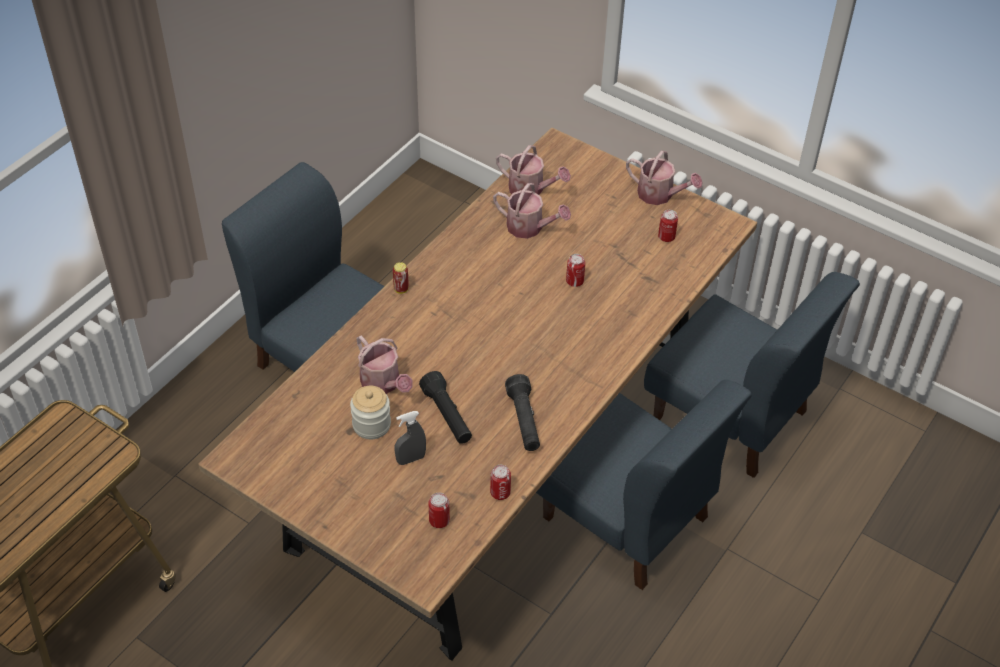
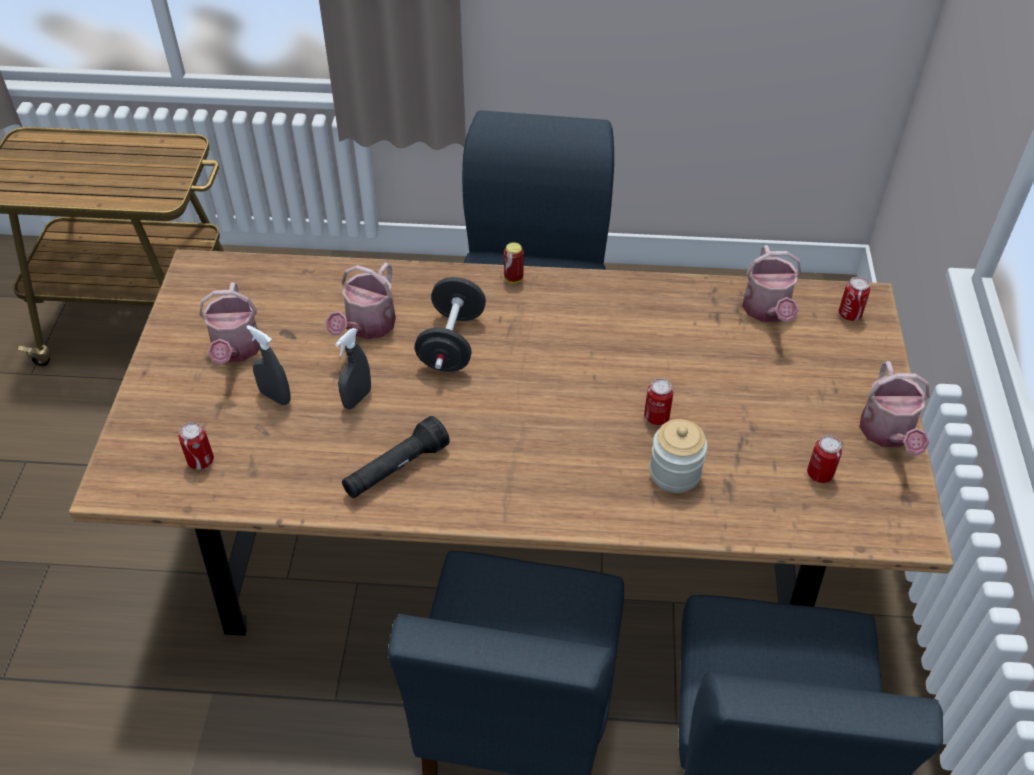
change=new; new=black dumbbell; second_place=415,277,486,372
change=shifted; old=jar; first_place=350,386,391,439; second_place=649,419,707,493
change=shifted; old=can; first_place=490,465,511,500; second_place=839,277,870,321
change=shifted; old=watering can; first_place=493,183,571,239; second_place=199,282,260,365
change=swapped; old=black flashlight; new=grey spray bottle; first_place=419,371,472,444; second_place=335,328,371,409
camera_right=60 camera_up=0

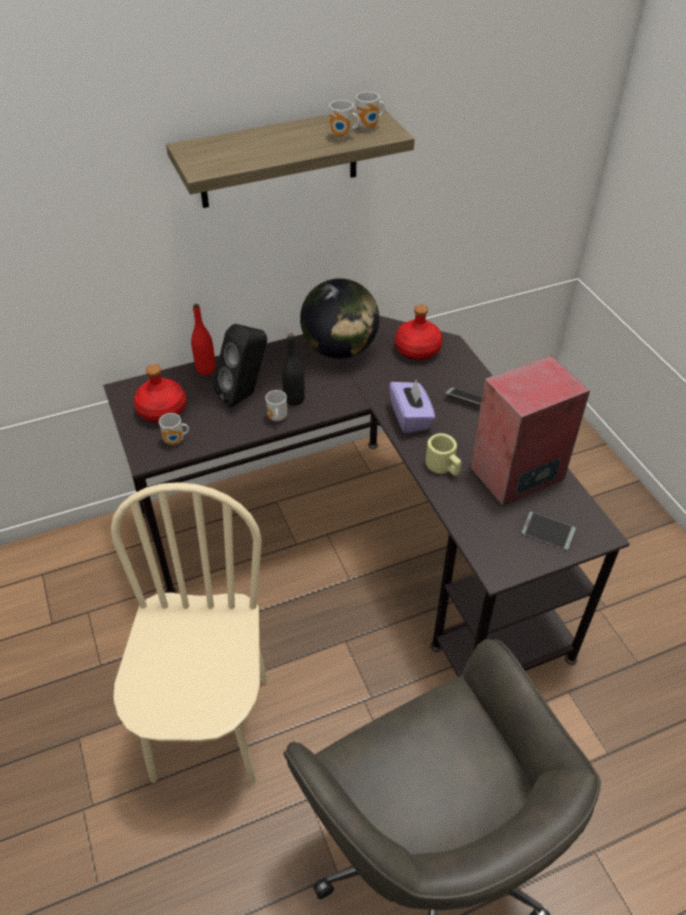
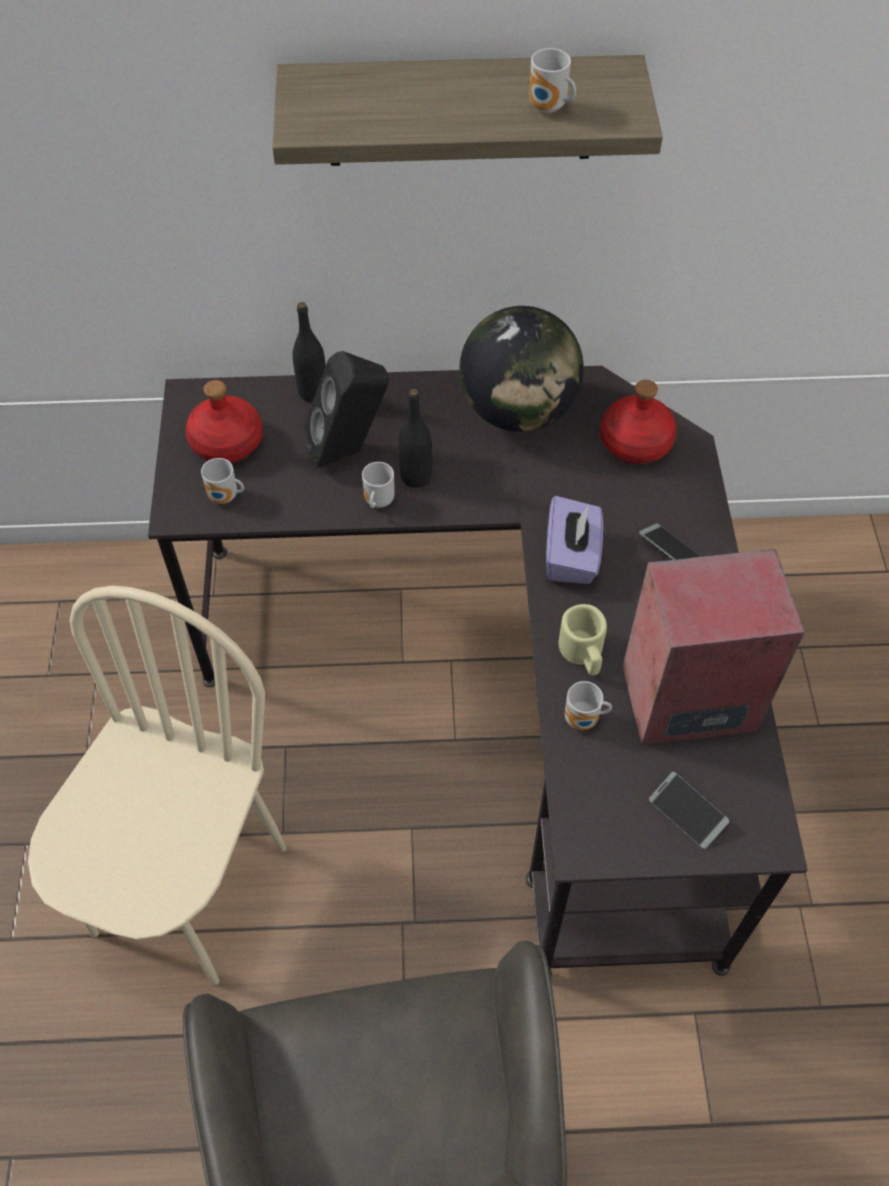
change=shifted; old=mug; first_place=356,92,385,130; second_place=565,681,612,730
change=repainted; old=red bottle; new=black bottle; first_place=191,304,216,375; second_place=293,302,326,402
camera_right=20 camera_up=10

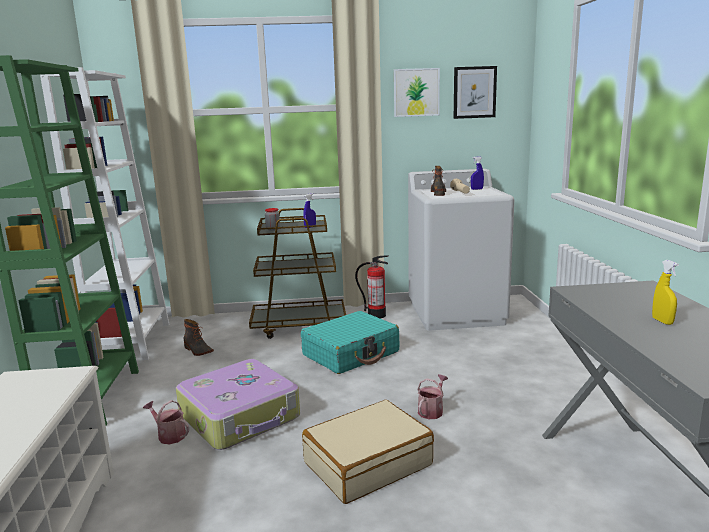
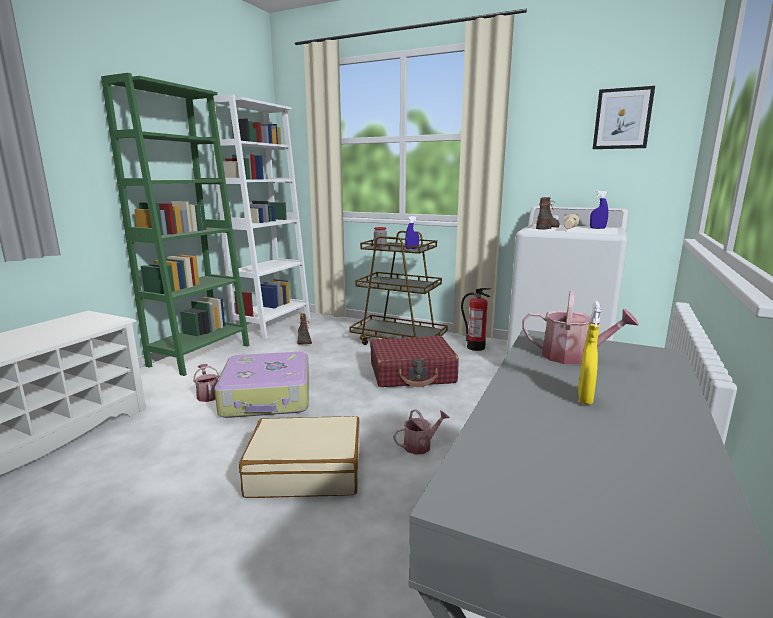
change=gone; old=picture; first_place=394,68,440,117
change=new; new=watering can; second_place=522,291,639,365
change=repainted; old=turquoise suitcase; new=red suitcase; first_place=301,311,399,374; second_place=370,336,459,387
camera_right=30 camera_up=0

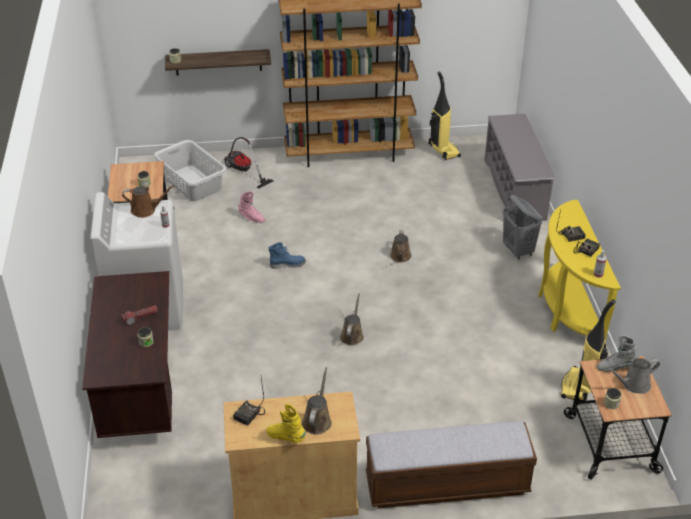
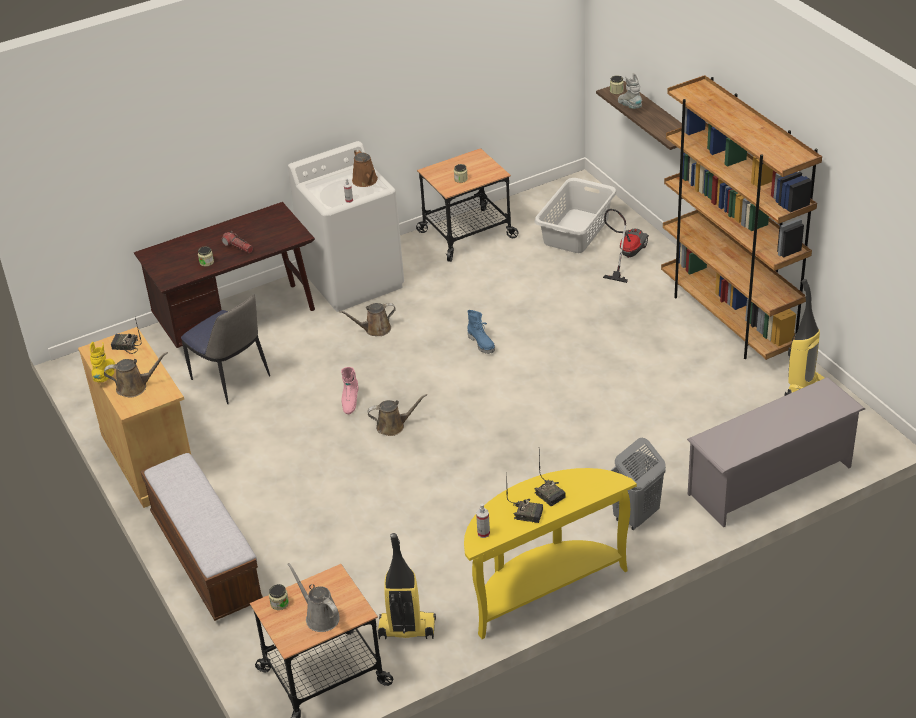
change=new; new=chair; second_place=181,295,270,404
change=shifted; old=pink boot; first_place=238,191,265,223; second_place=341,367,359,414
change=shifted; old=brown watering can; first_place=390,230,412,262; second_place=339,303,396,336
change=shifted; old=grey boot; first_place=597,335,638,372; second_place=618,73,642,109
camera_right=70 camera_up=0

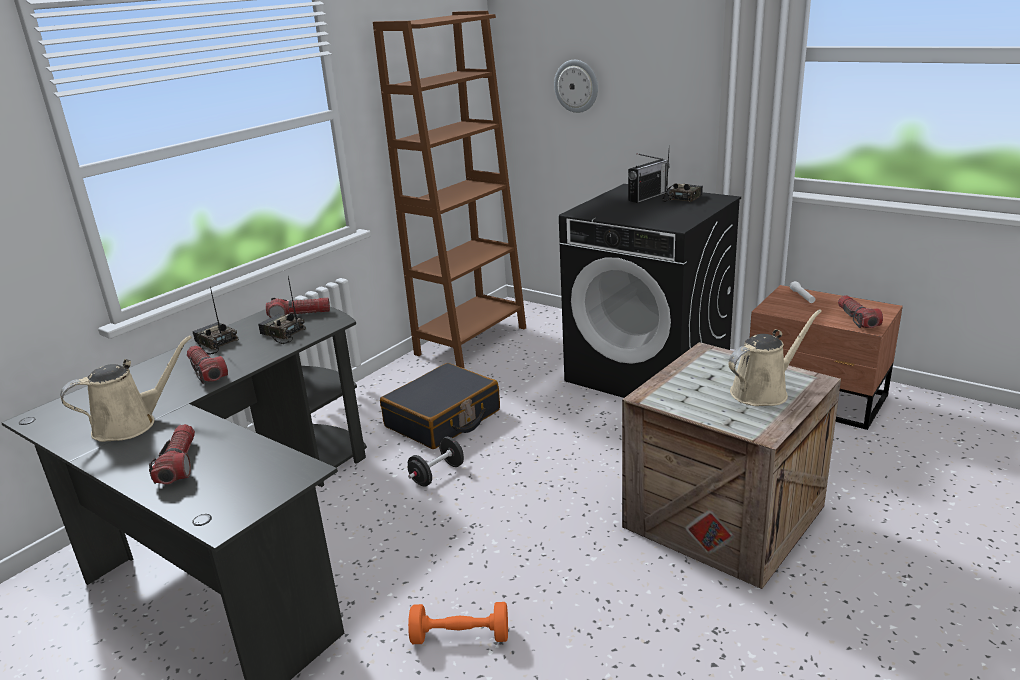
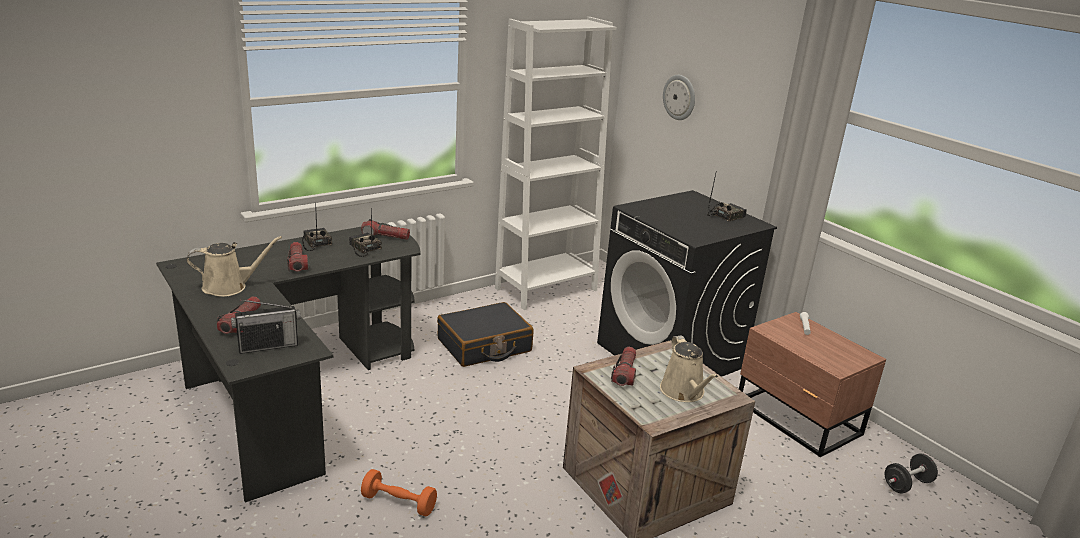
change=shifted; old=black dumbbell; first_place=408,437,464,487; second_place=885,454,938,493
change=shifted; old=radio; first_place=628,153,670,203; second_place=231,300,301,354
change=shifted; old=flashlight; first_place=838,295,883,328; second_place=611,347,636,386
change=repainted; old=brown bookcase; new=white bookcase; first_place=373,11,526,368; second_place=495,17,617,310
change=rotated; old=beige watering can; first_place=728,309,822,406; second_place=660,335,718,402; degrees=90
camera_right=15 camera_up=0

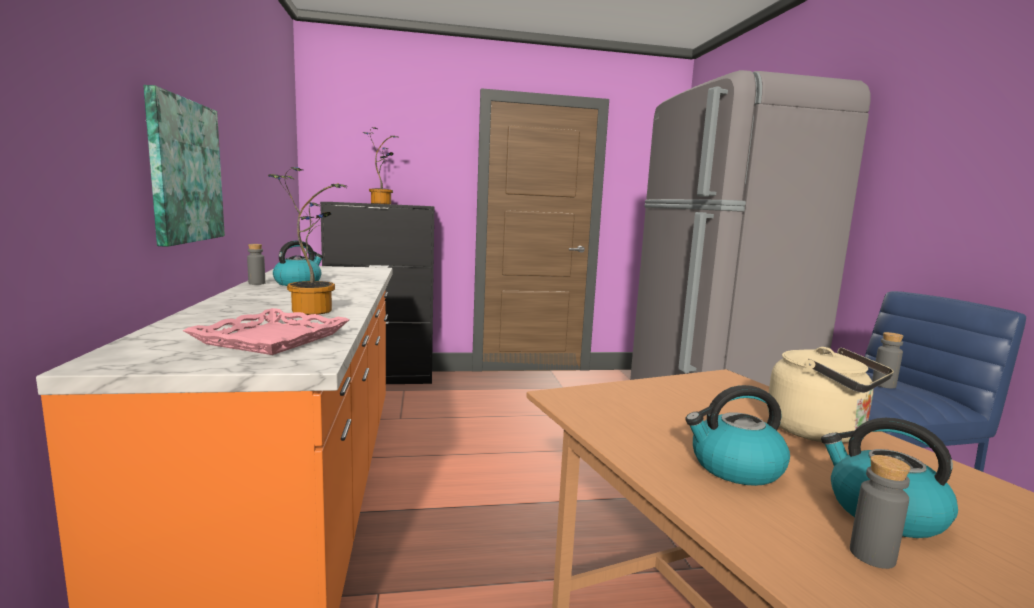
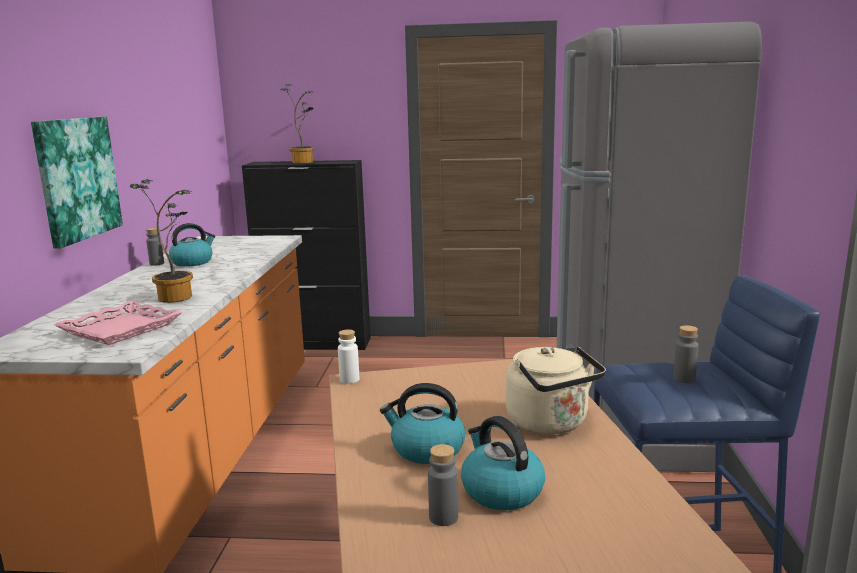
change=new; new=white bottle; second_place=338,330,359,384
camera_right=15 camera_up=5

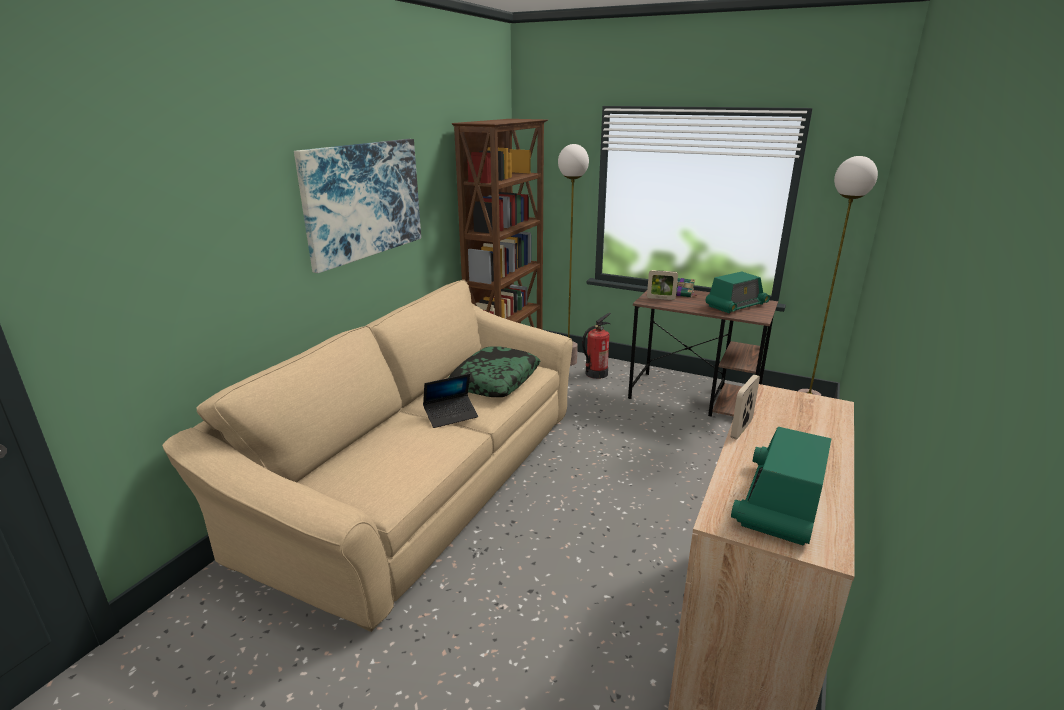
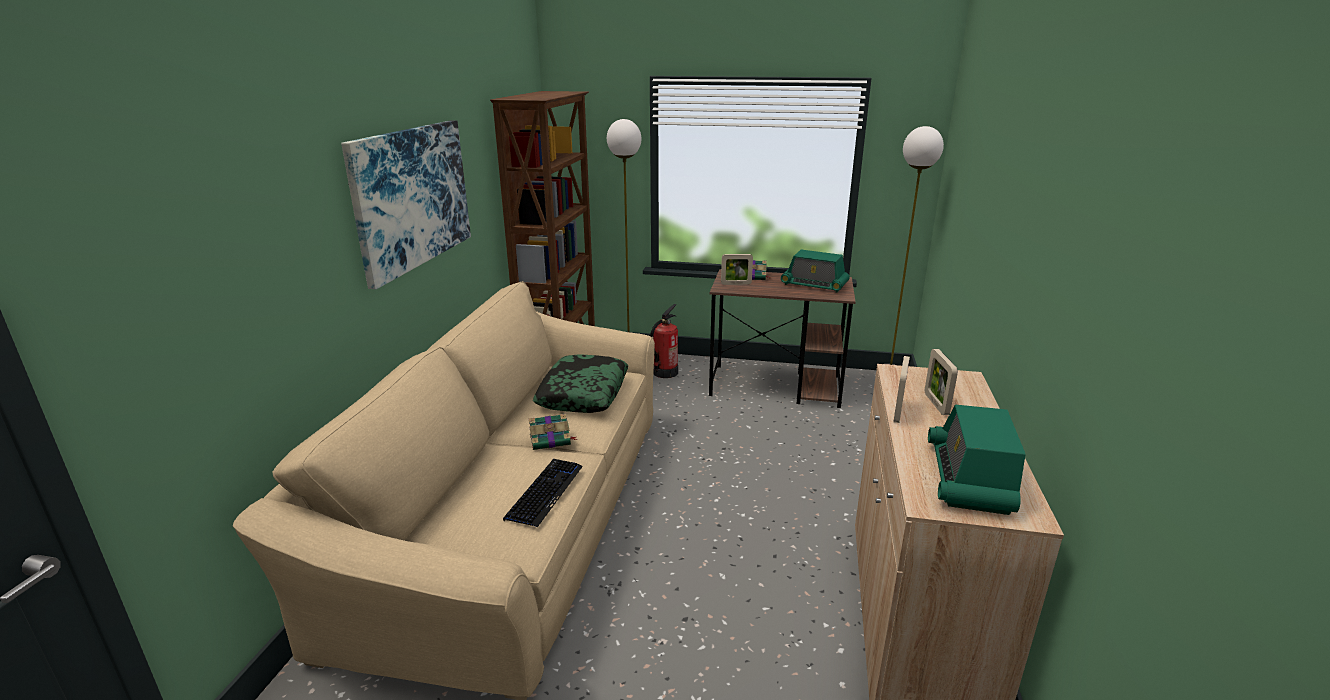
change=new; new=keyboard; second_place=503,459,583,527
change=new; new=picture frame; second_place=925,349,958,415
change=swapped; old=laptop; new=book; first_place=423,374,478,428; second_place=529,414,578,450
change=rotated; old=radio; first_place=705,271,770,314; second_place=781,250,850,293; degrees=75
camera_right=-15 camera_up=0

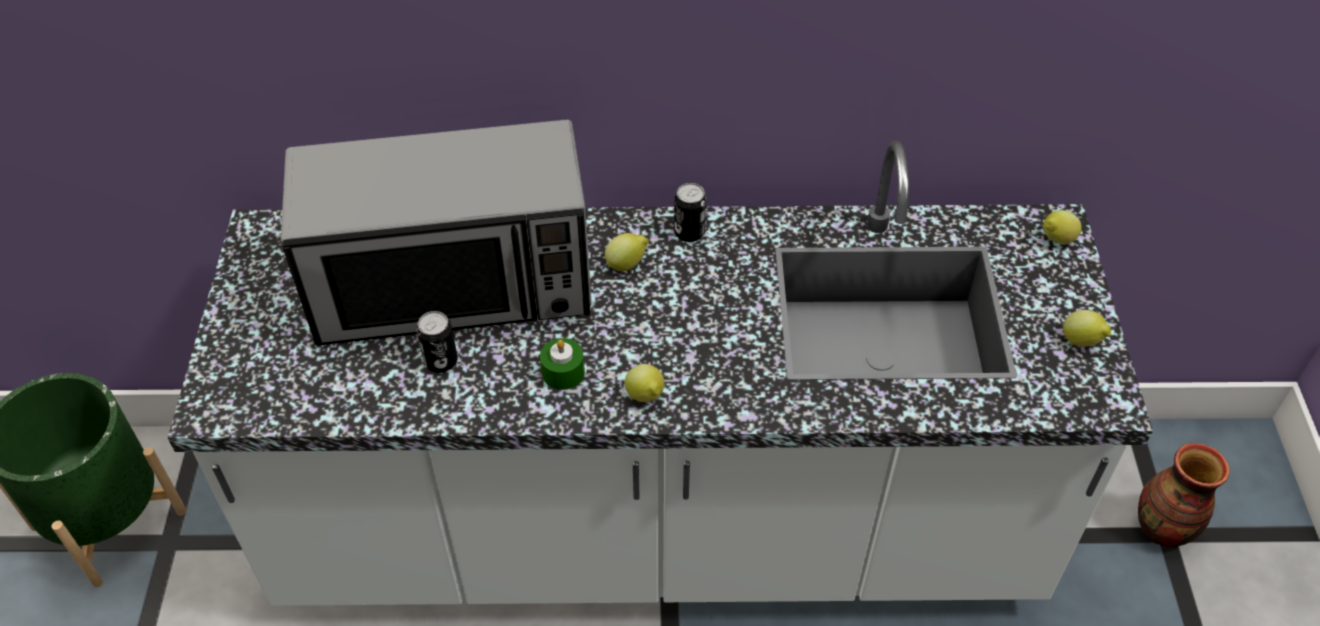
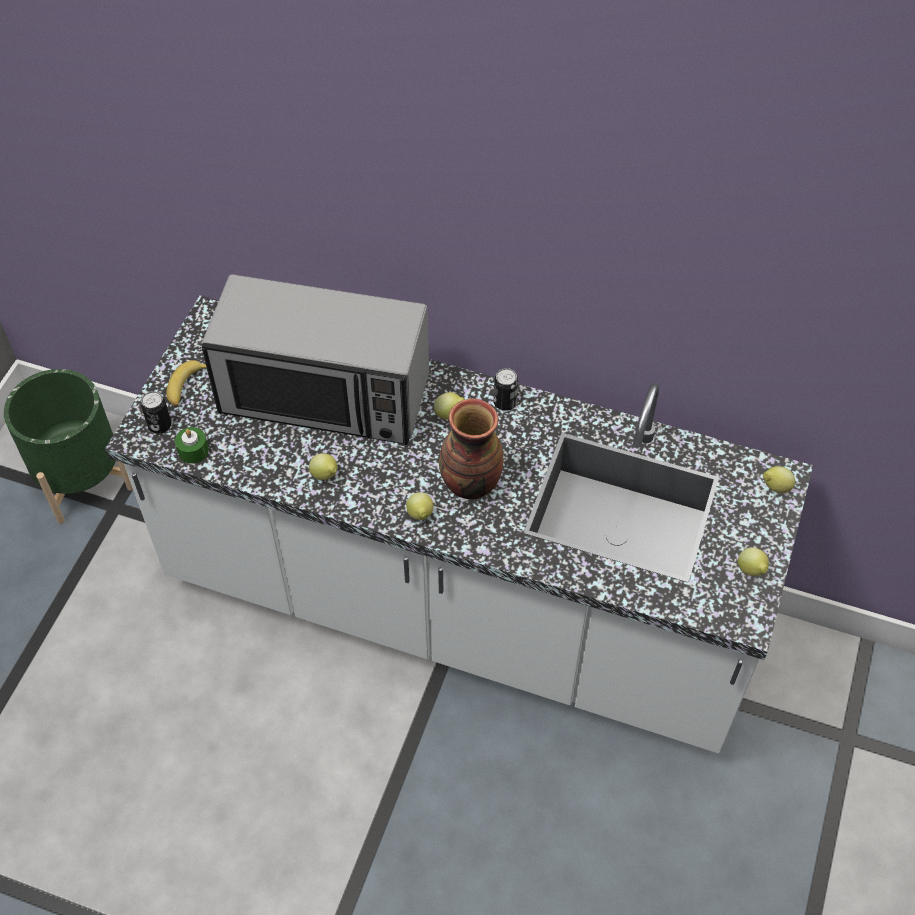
change=new; new=banana; second_place=166,360,207,407
change=new; new=lemon; second_place=309,453,337,480
change=shifted; old=can; first_place=416,311,458,373; second_place=141,391,171,434
change=shifted; old=green candle; first_place=540,338,585,390; second_place=175,427,209,464
change=shifted; old=vase; first_place=1138,443,1230,547; second_place=439,398,503,499
camera_right=20 camera_up=5

